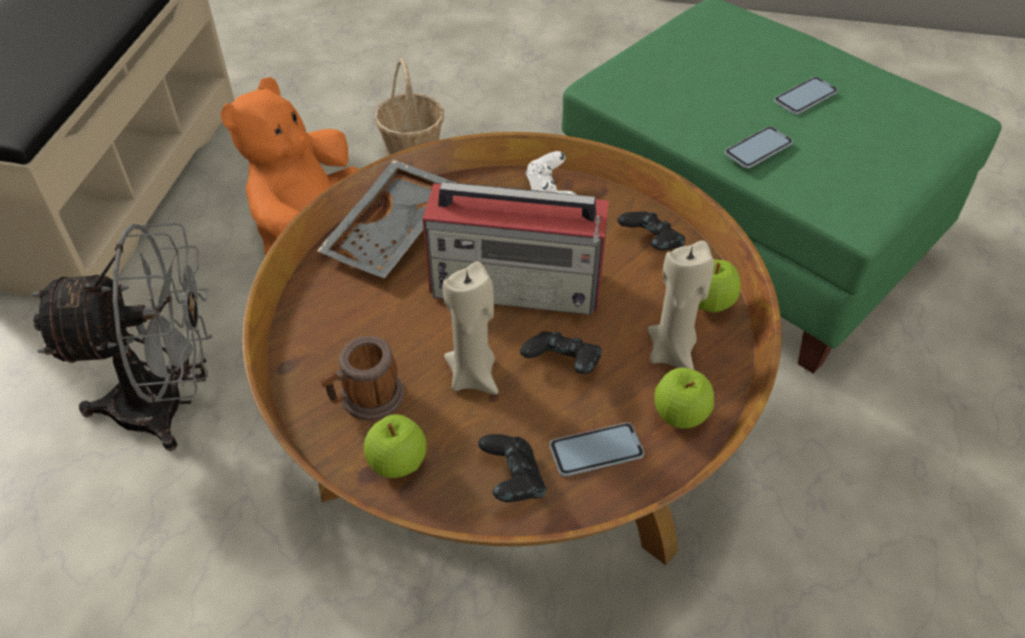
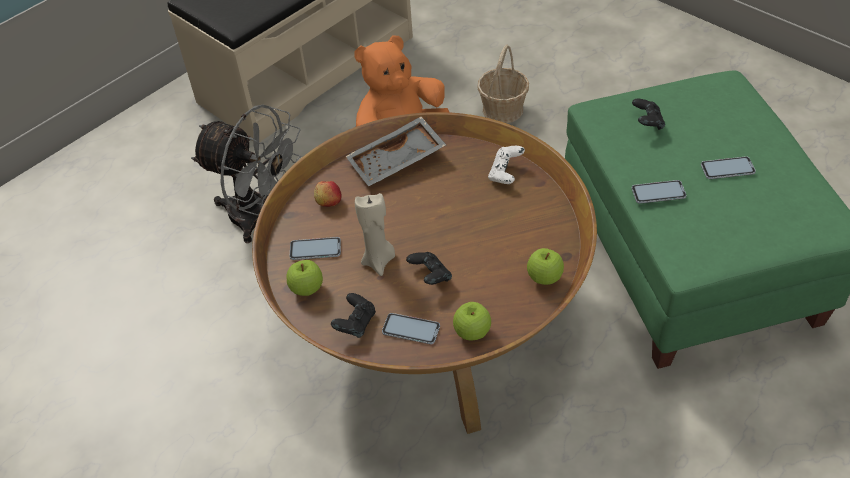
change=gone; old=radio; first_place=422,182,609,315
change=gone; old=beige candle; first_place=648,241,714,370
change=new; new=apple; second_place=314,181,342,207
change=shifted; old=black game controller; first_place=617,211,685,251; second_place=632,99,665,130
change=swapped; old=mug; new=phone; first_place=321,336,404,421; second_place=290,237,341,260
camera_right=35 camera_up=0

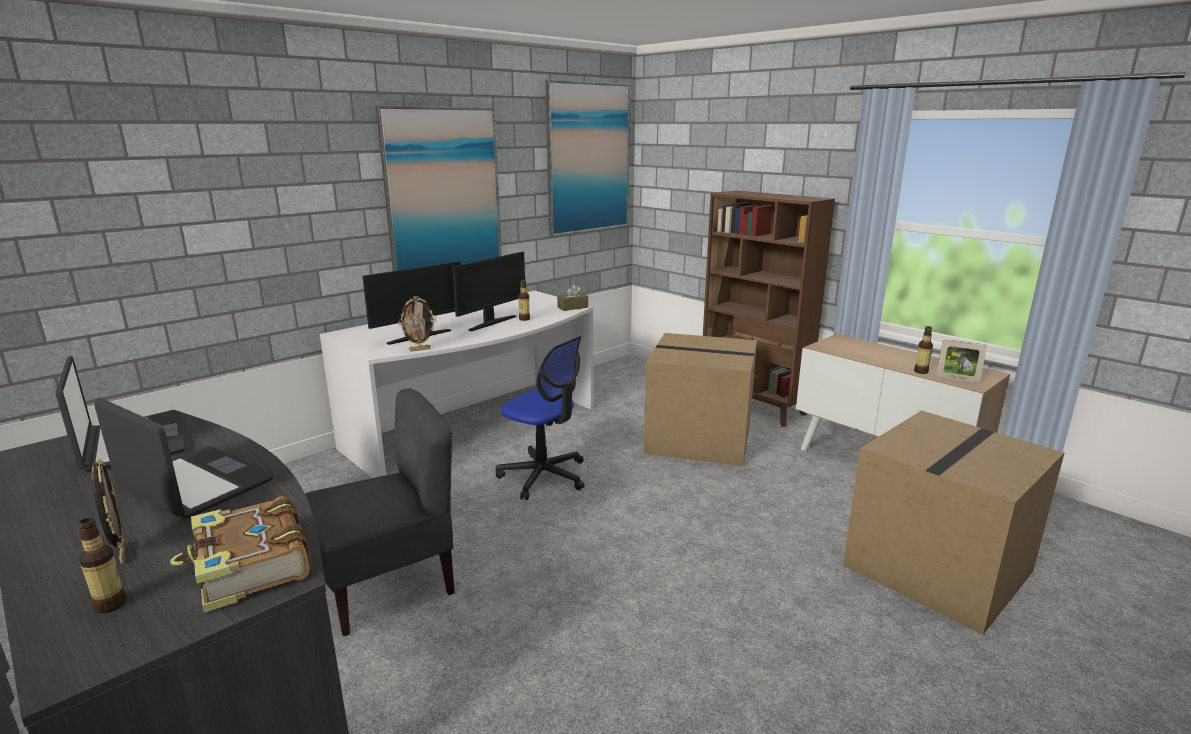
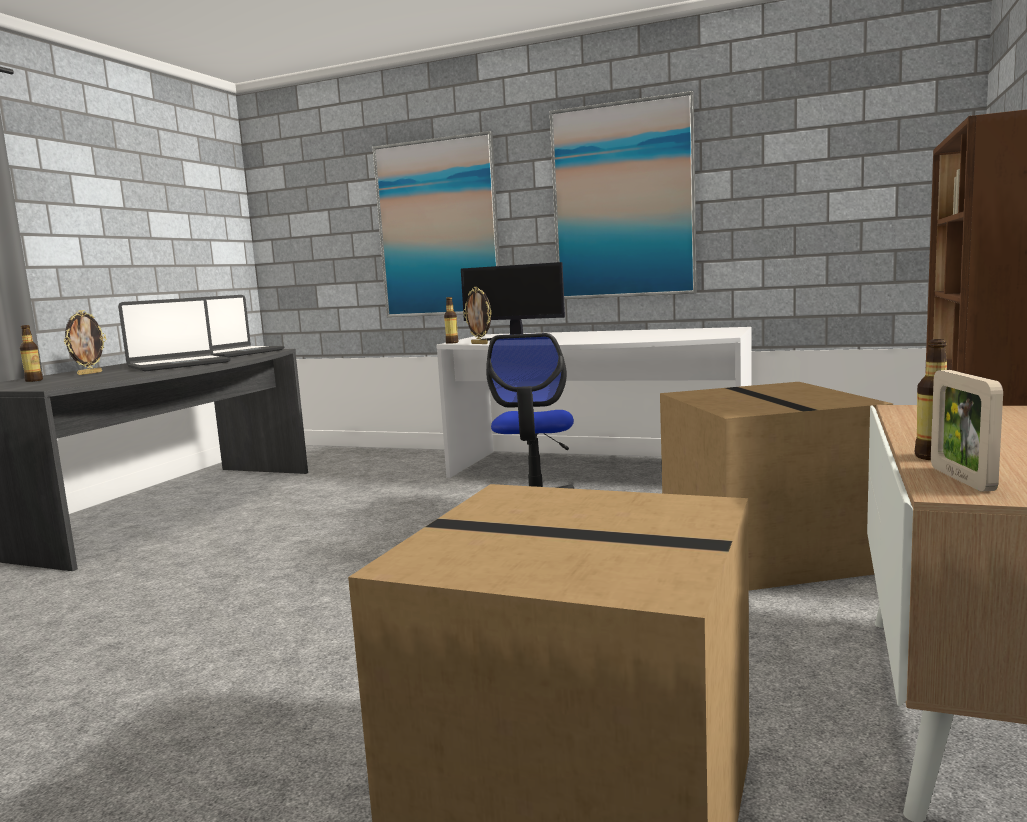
change=gone; old=book; first_place=170,496,311,612
change=gone; old=grey chair; first_place=305,389,455,636
change=gone; old=monitor; first_place=452,252,525,331
change=gone; old=brown tissue box; first_place=557,285,588,311
change=shifted; old=bottle; first_place=518,280,530,321; second_place=444,297,459,344
change=shifted; old=picture; first_place=546,80,631,237; second_place=372,131,500,317
change=rotated; old=laptop; first_place=94,398,274,518; second_place=118,297,231,371; degrees=45
camera_right=65 camera_up=-10

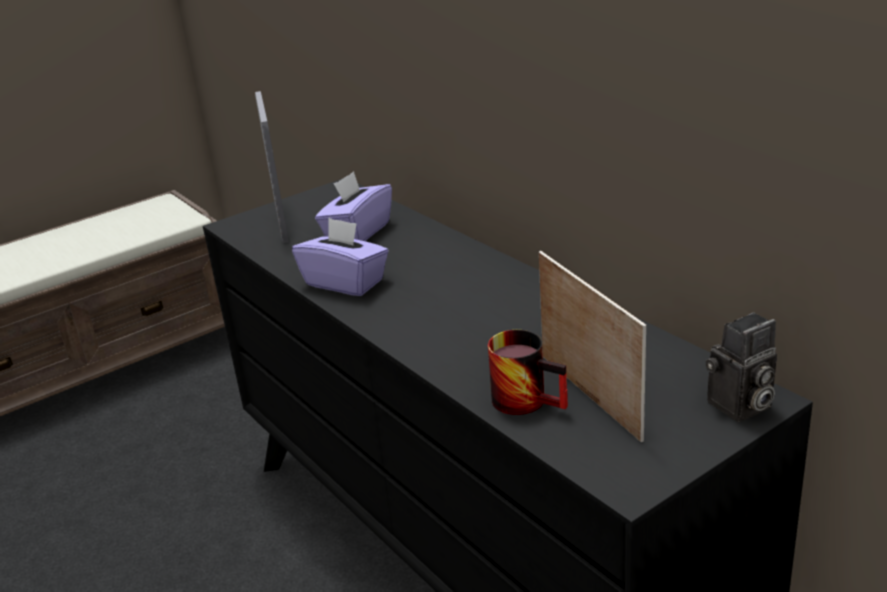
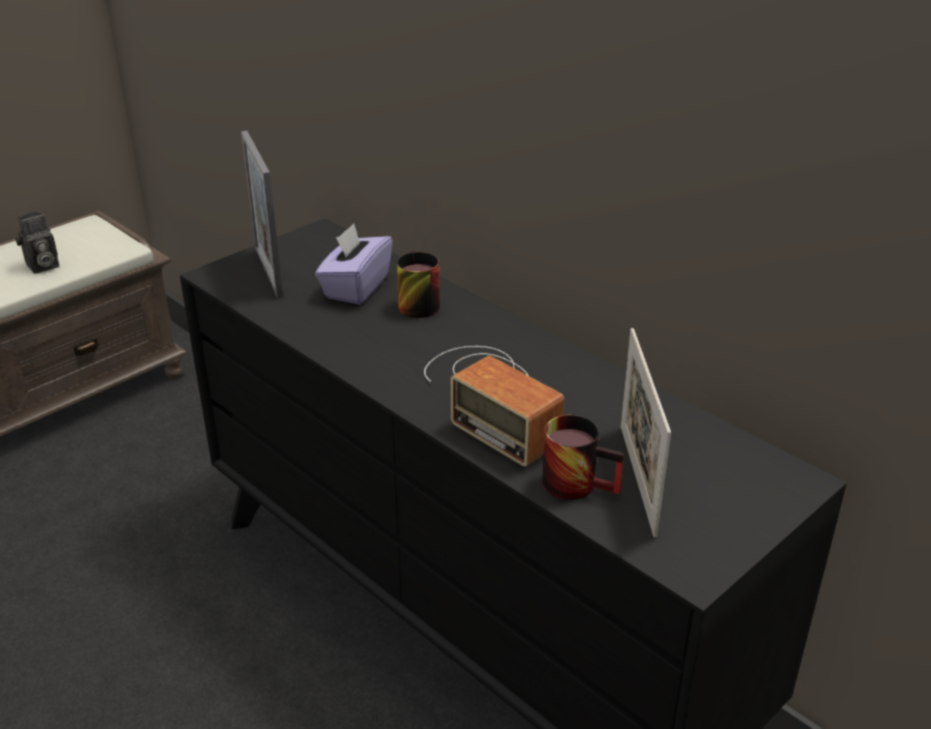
change=gone; old=purple tissue box; first_place=292,218,389,296
change=new; new=mug; second_place=397,250,440,318
change=new; new=radio; second_place=424,346,565,467
change=shifted; old=photo camera; first_place=706,312,777,422; second_place=15,211,59,274
change=rotated; old=picture frame; first_place=539,251,646,442; second_place=621,328,671,538; degrees=-150
camera_right=-10 camera_up=5

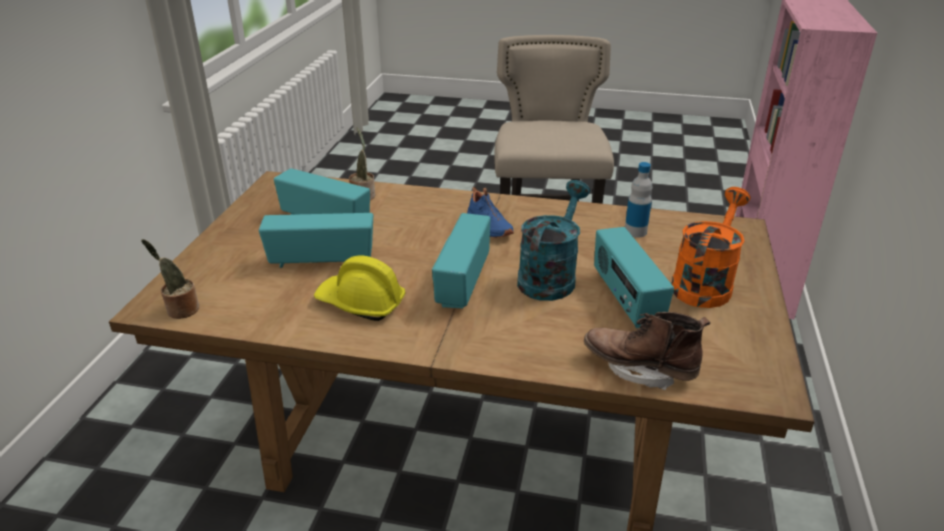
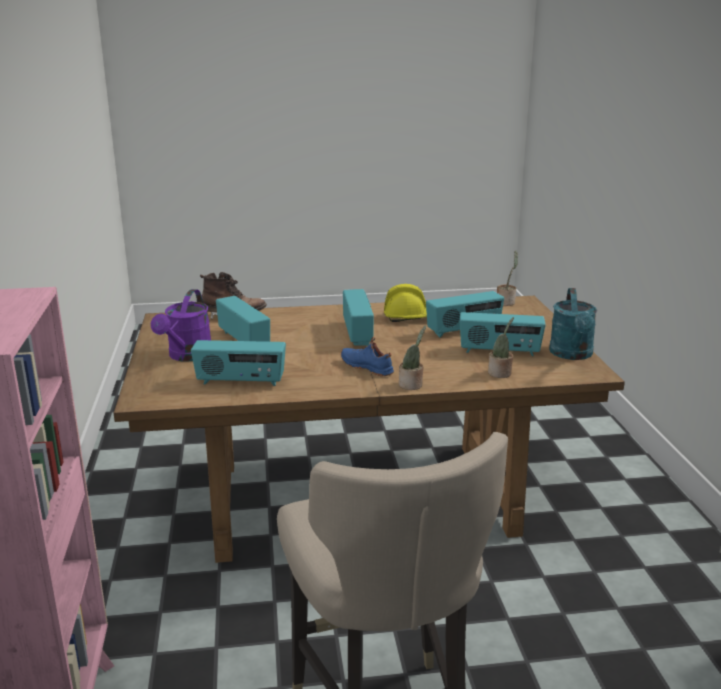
change=new; new=potted plant; second_place=399,326,426,390
change=shifted; old=turquoise watering can; first_place=517,180,590,301; second_place=549,288,597,360
change=swapped; old=bottle; new=radio; first_place=625,162,652,238; second_place=191,340,286,386
change=repainted; old=orange watering can; new=purple watering can; first_place=671,187,751,308; second_place=151,289,211,362
camera_right=160 camera_up=-10

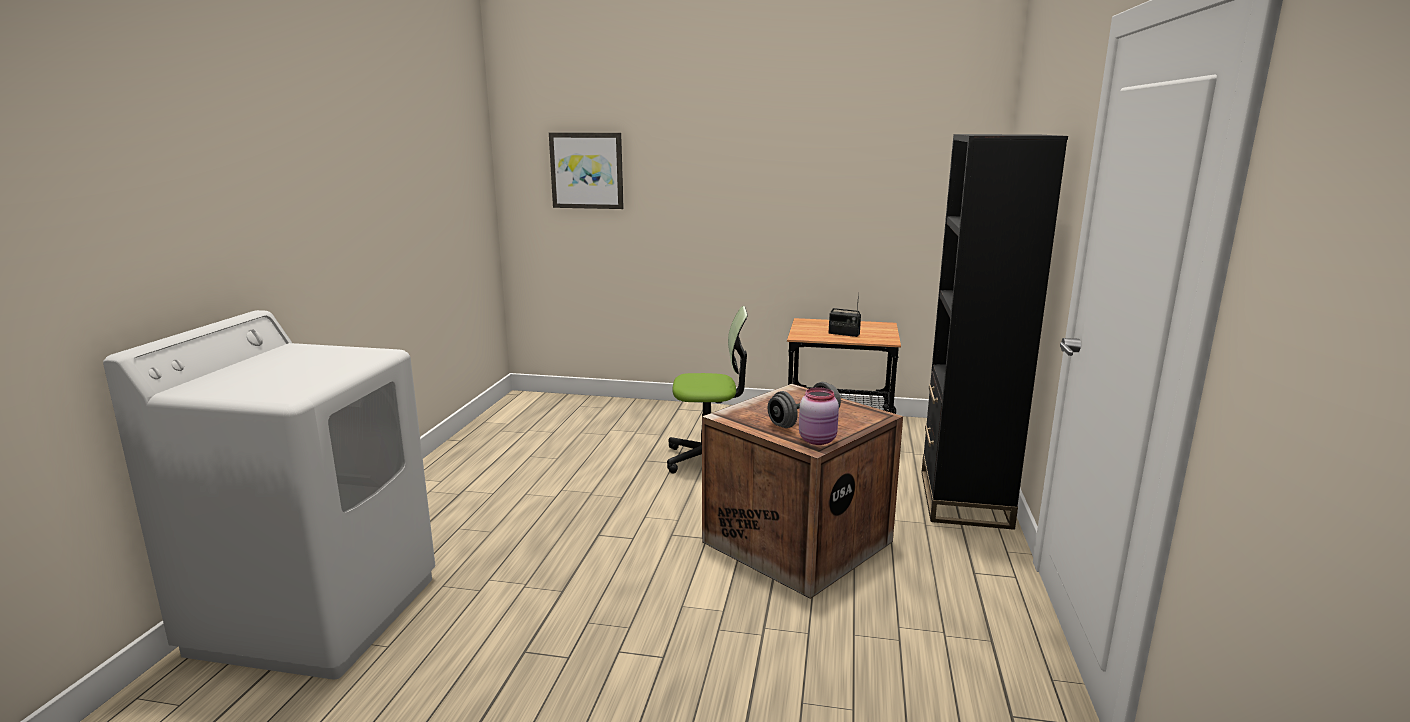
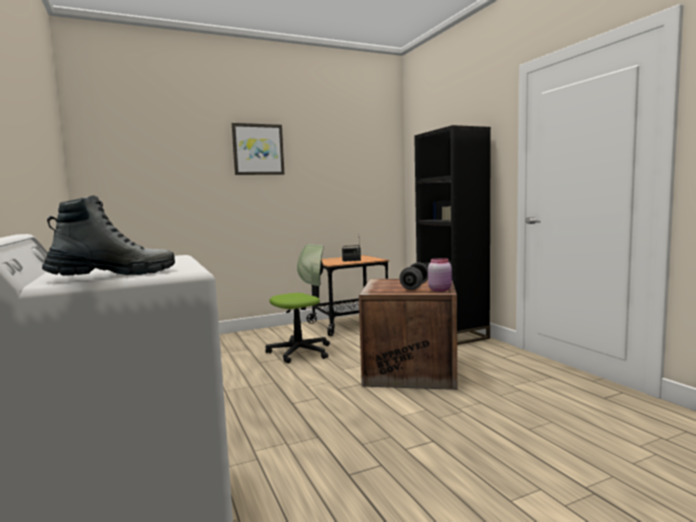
change=new; new=boot; second_place=42,195,175,276
change=shifted; old=picture; first_place=549,133,624,209; second_place=232,123,284,175
camera_right=-35 camera_up=-10

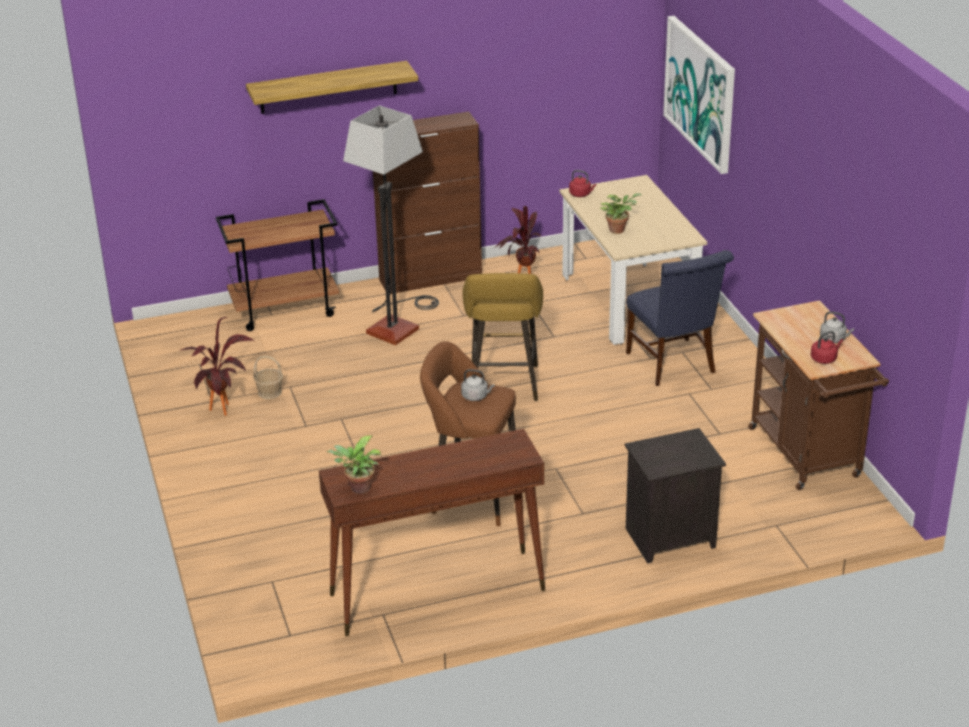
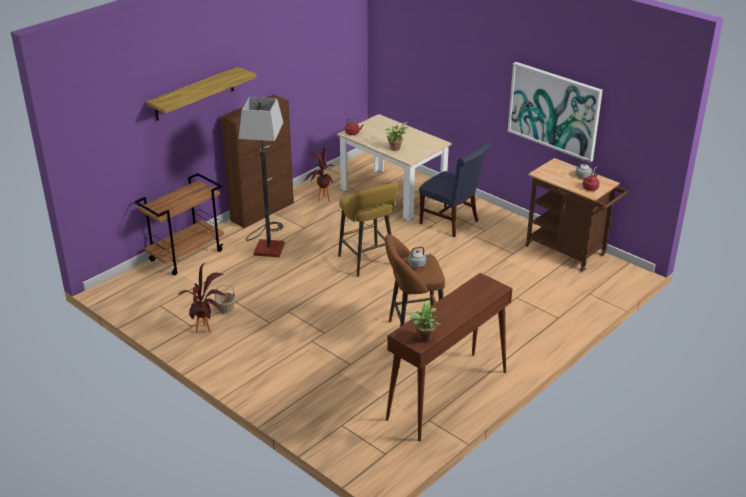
change=gone; old=black nightstand; first_place=625,428,726,563
change=shifted; old=picture; first_place=663,16,735,174; second_place=508,62,603,162
camera_right=-30 camera_up=0

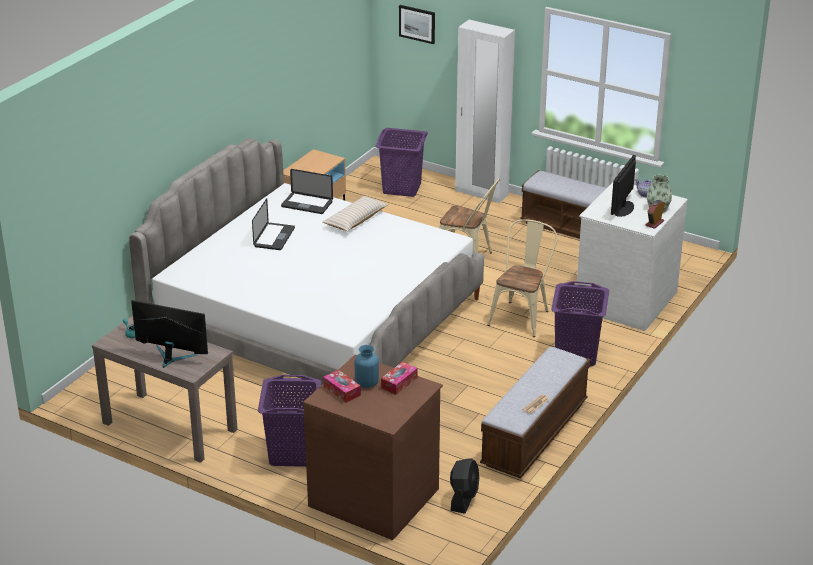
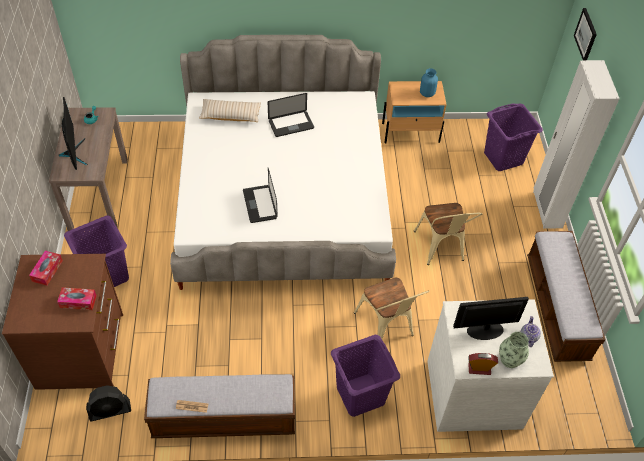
change=shifted; old=laptop; first_place=281,169,333,214; second_place=243,168,277,223
change=shifted; old=beige pillow; first_place=322,196,389,232; second_place=199,99,261,122
change=shifted; old=blue vase; first_place=355,345,379,388; second_place=420,68,438,97
change=rotated; old=beige chair; first_place=487,219,558,337; second_place=354,278,429,339; degrees=75
camera_right=55 camera_up=20

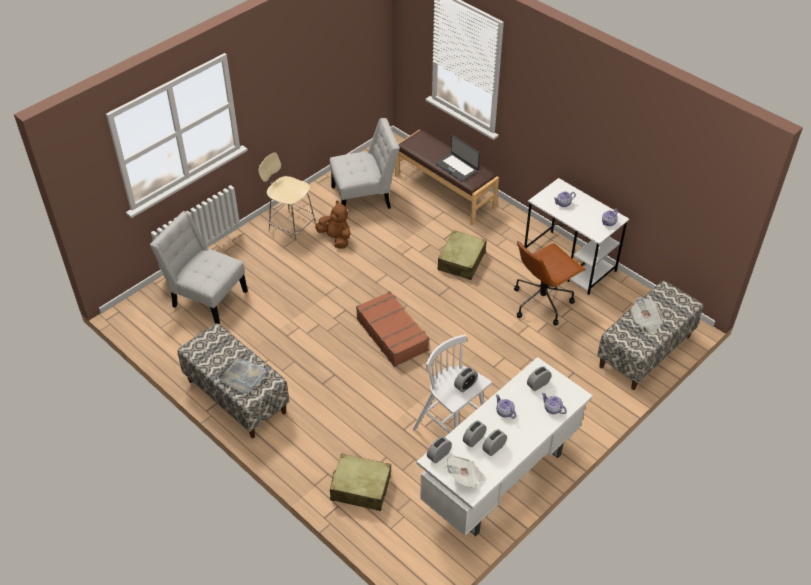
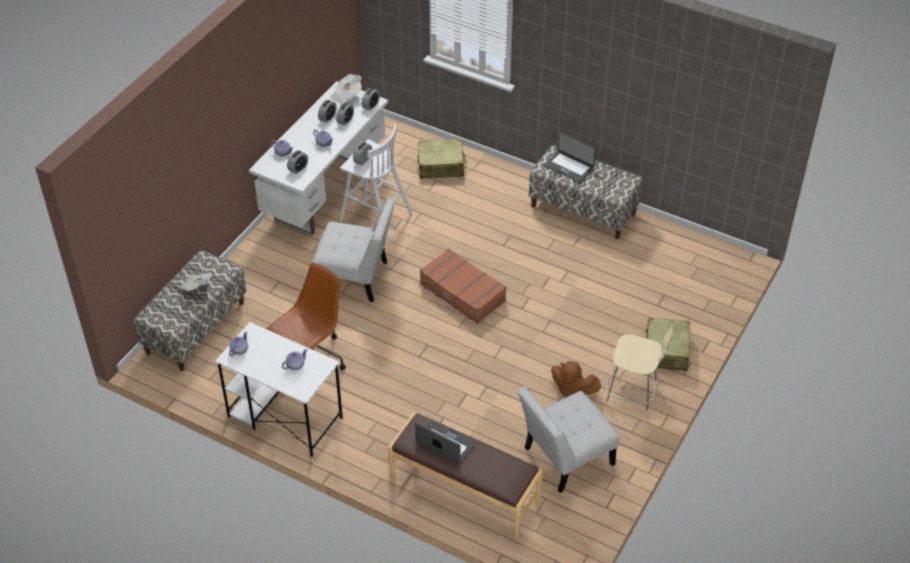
change=shifted; old=white chair; first_place=150,211,248,324; second_place=312,198,395,302
change=shifted; old=beige suitcase; first_place=438,230,487,280; second_place=645,318,690,371
change=swapped; old=grey tray; new=laptop; first_place=217,358,270,393; second_place=544,132,596,183
camera_right=165 camera_up=0

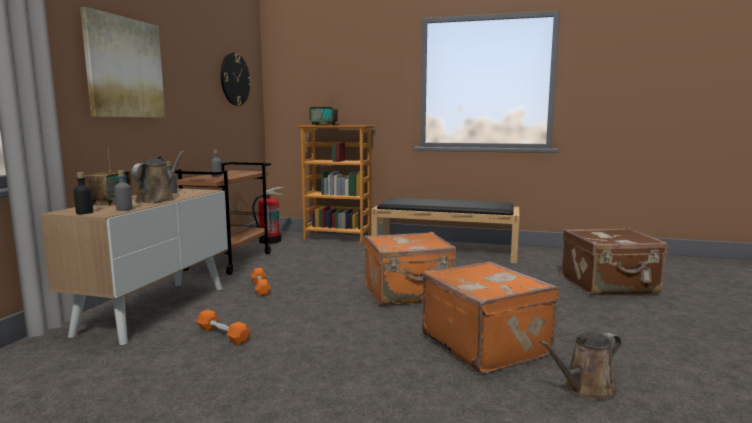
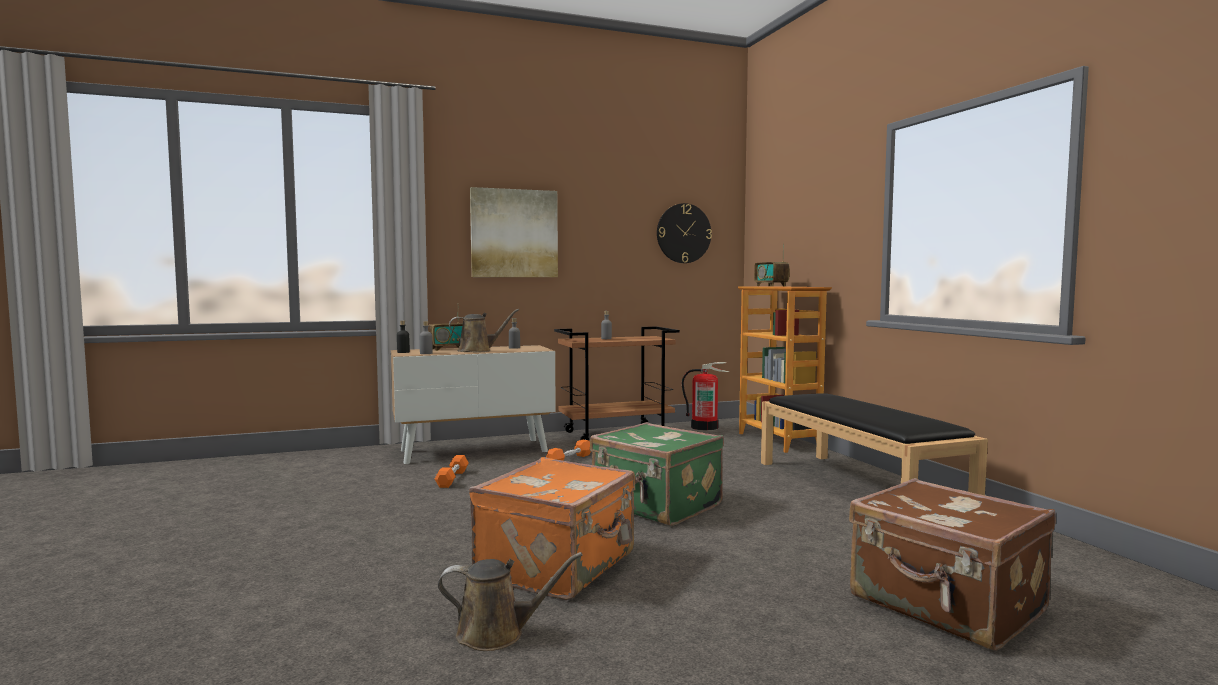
change=repainted; old=orange suitcase; new=green suitcase; first_place=364,232,456,306; second_place=590,422,724,526
change=rotated; old=brown watering can; first_place=539,332,622,399; second_place=438,552,582,651; degrees=150
camera_right=55 camera_up=-5

